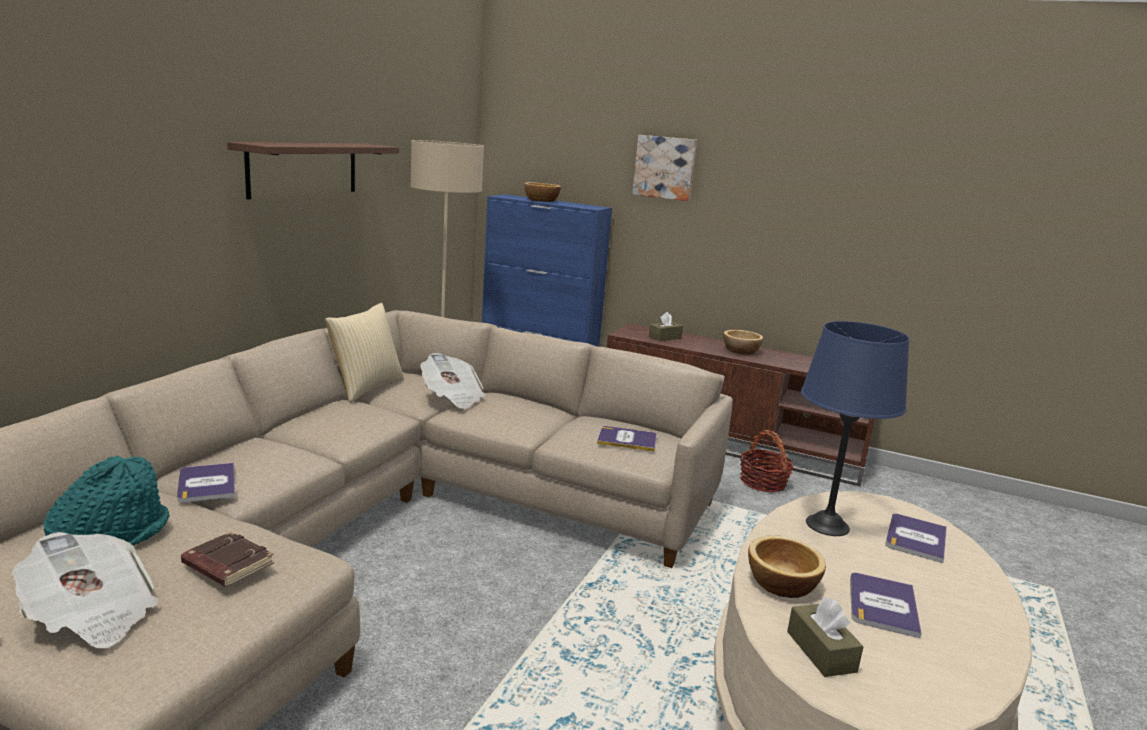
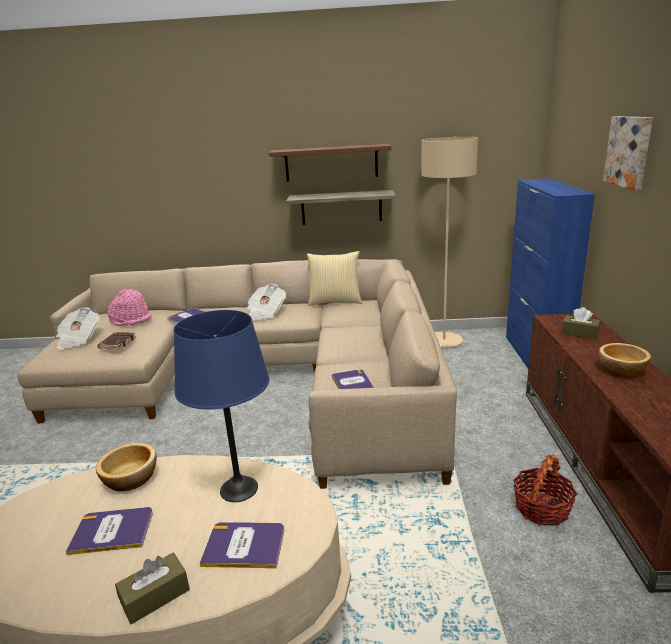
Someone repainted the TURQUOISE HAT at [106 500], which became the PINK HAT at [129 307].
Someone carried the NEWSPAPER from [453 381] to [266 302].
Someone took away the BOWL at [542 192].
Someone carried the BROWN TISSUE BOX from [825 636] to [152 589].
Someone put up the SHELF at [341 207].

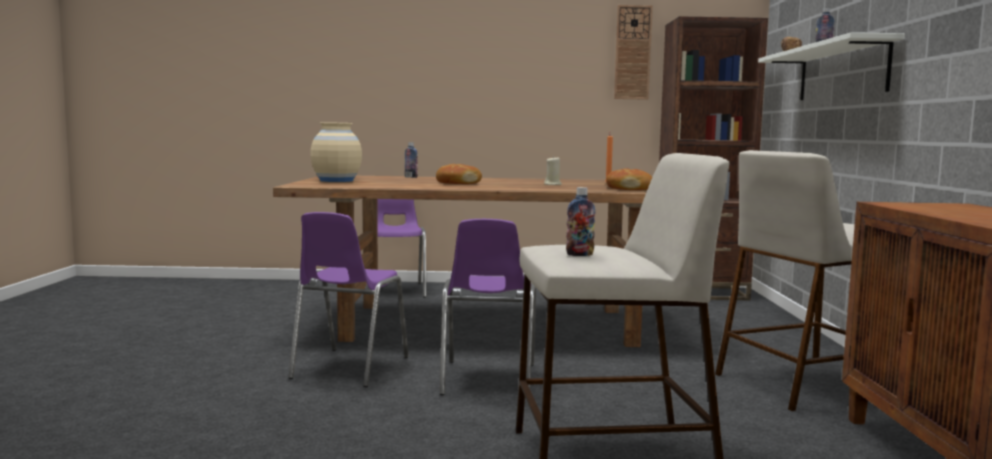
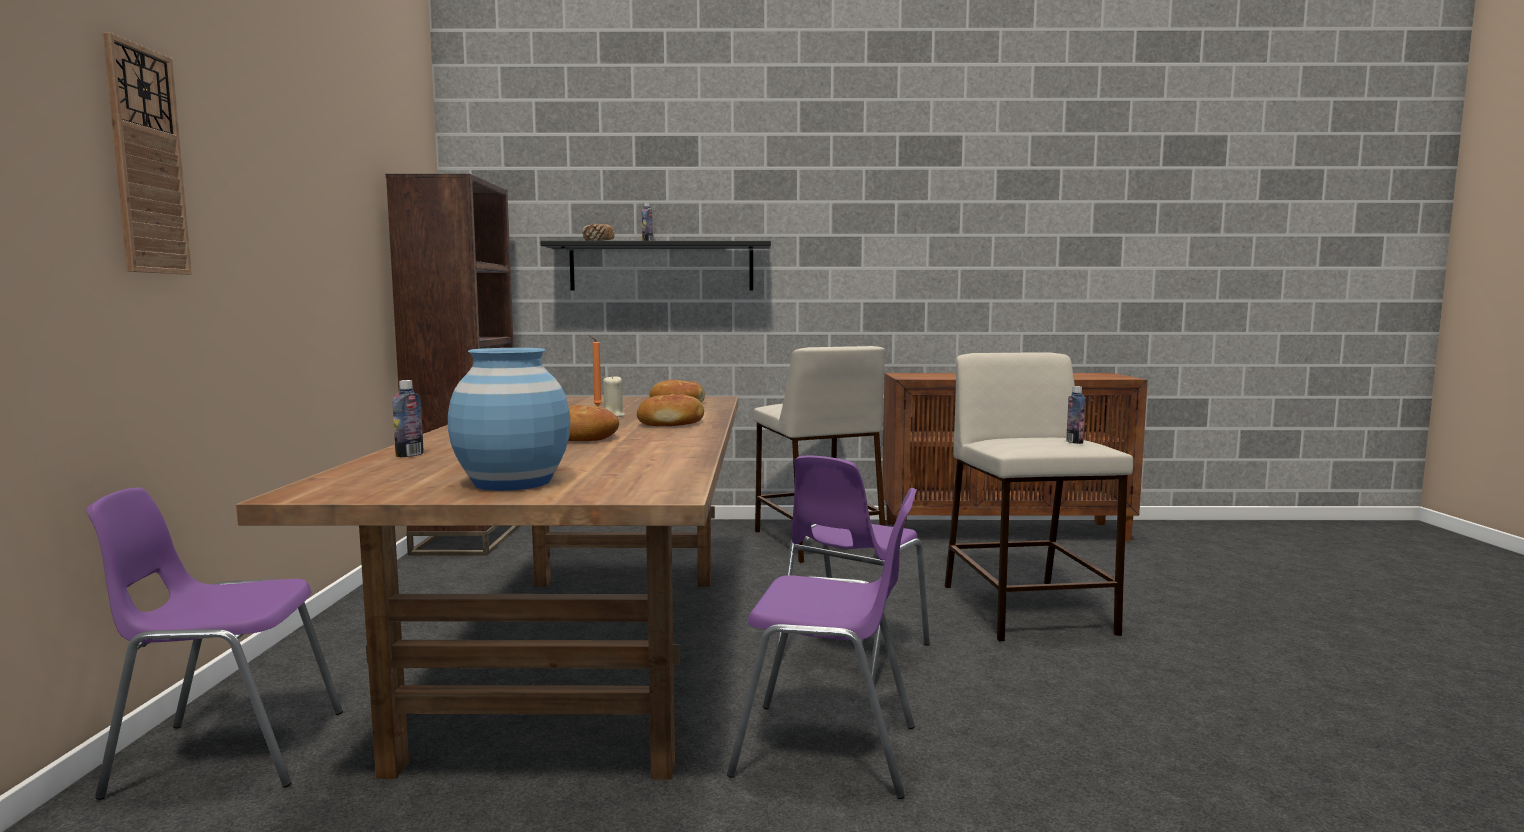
Someone repainted the BEIGE VASE at [336 152], which became the BLUE VASE at [509 419].
Someone rotated the PURPLE CHAIR at [488 307] by 120 degrees clockwise.
Someone carried the WALL CLOCK from [633 52] to [147 154].
Someone repainted the WHITE SHELF at [831 66], which became the BLACK SHELF at [656 266].
Someone put down the BREAD at [670 410].

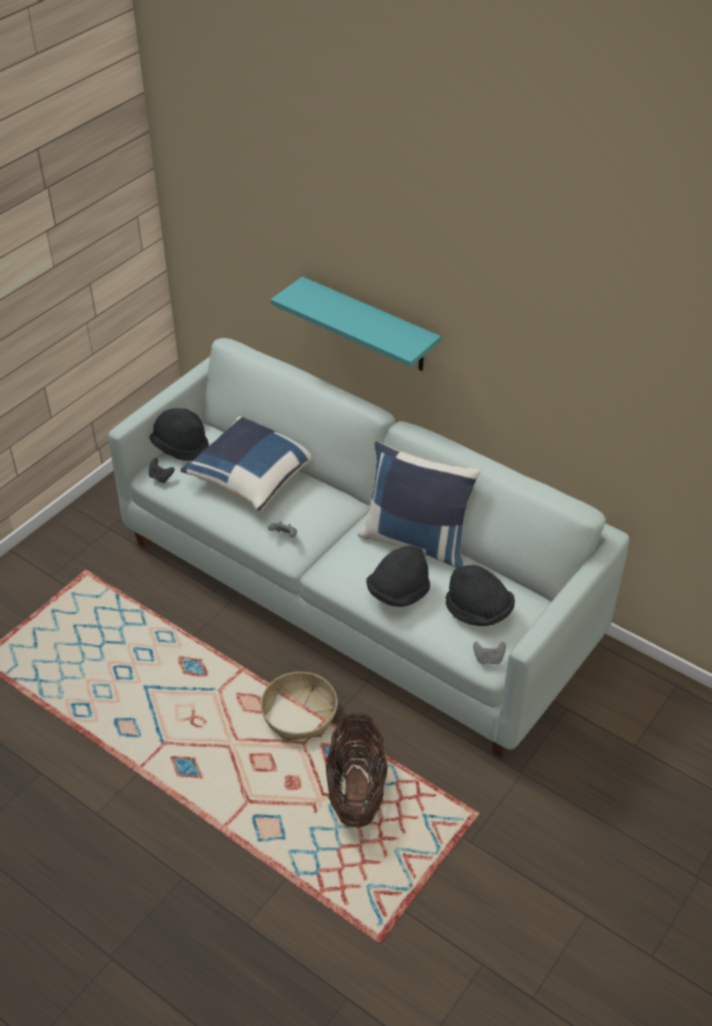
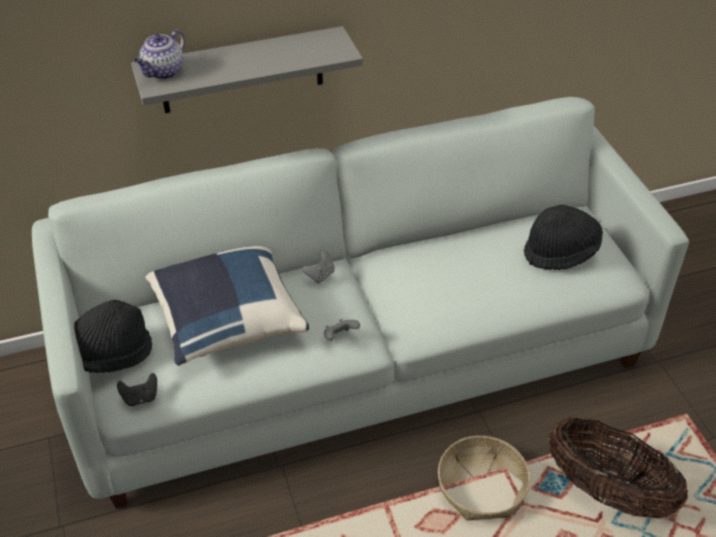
Someone repainted the TURQUOISE SHELF at [356 324], which became the GREY SHELF at [247 69].
Someone took away the BLUE PILLOW at [419 505].
Someone took away the BLACK HAT at [398 576].
Someone carried the GREY GAME CONTROLLER from [489 652] to [318 266].
Someone put down the TEAPOT at [159 54].

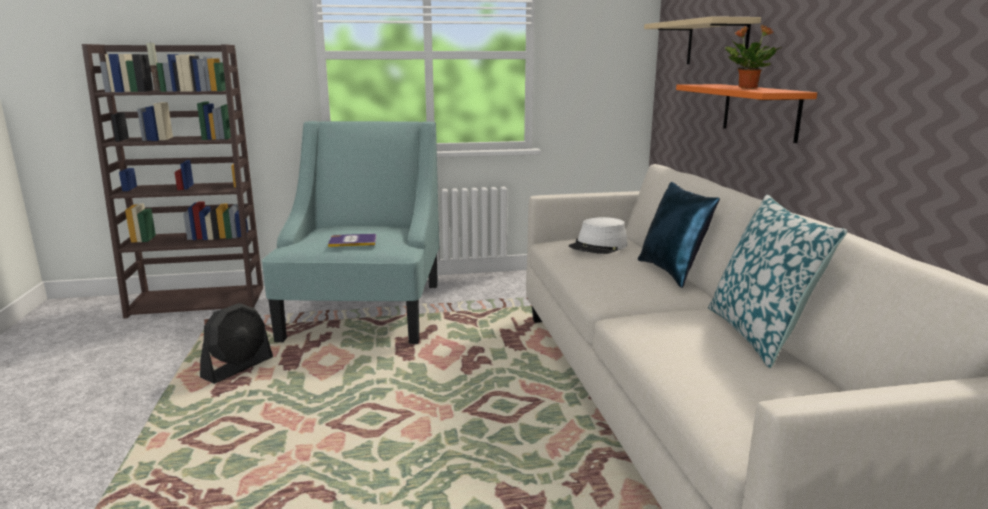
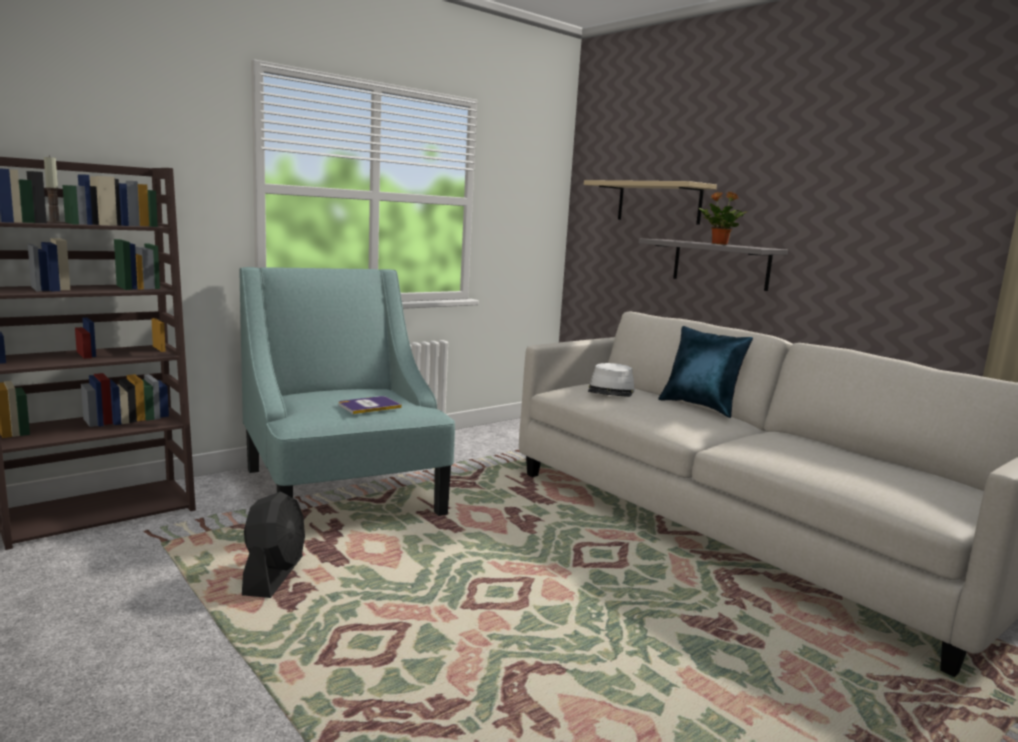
Someone repainted the ORANGE SHELF at [746 113], which became the GREY SHELF at [713 265].
Someone took away the PILLOW at [777 281].

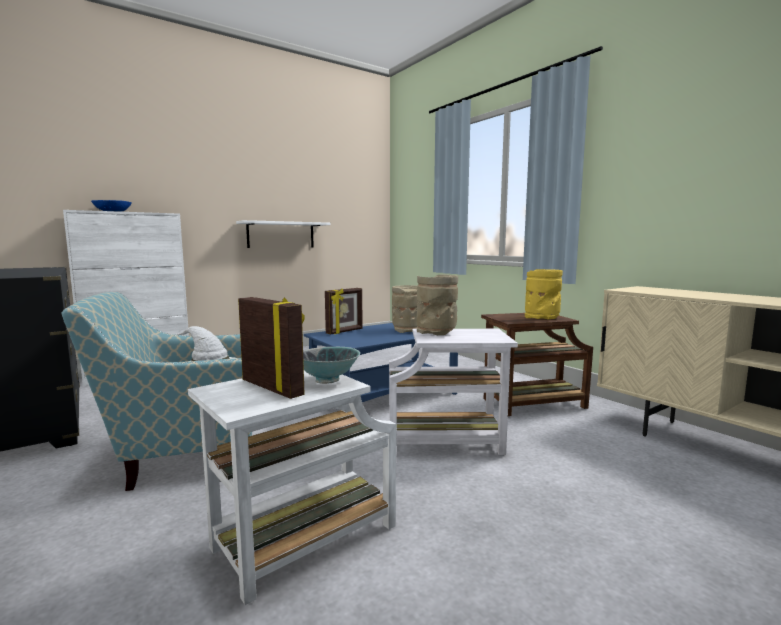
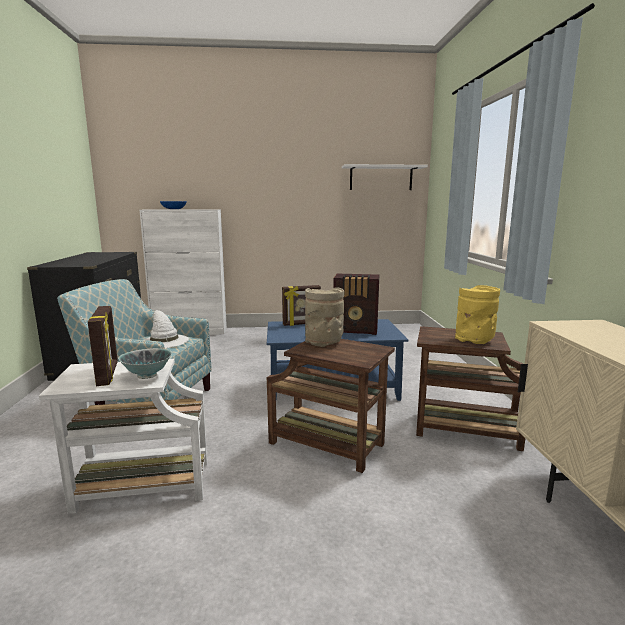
Someone carried the WHITE SHELF from [283 234] to [385 177].
Someone repainted the WHITE SIDE TABLE at [453 392], which became the BROWN SIDE TABLE at [331 406].
Someone swapped the BEIGE VASE at [405 309] for the RADIO at [356 304].

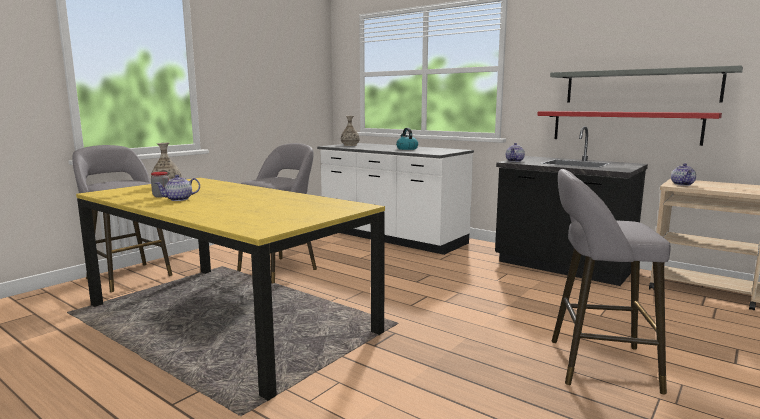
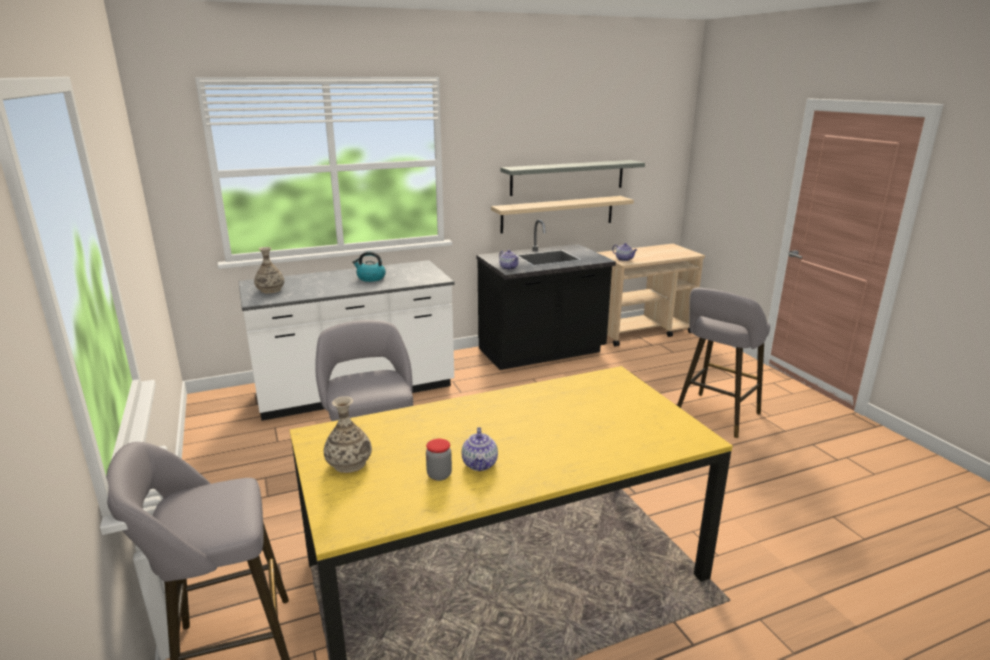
Someone repainted the RED SHELF at [629 128], which became the BEIGE SHELF at [562 214].

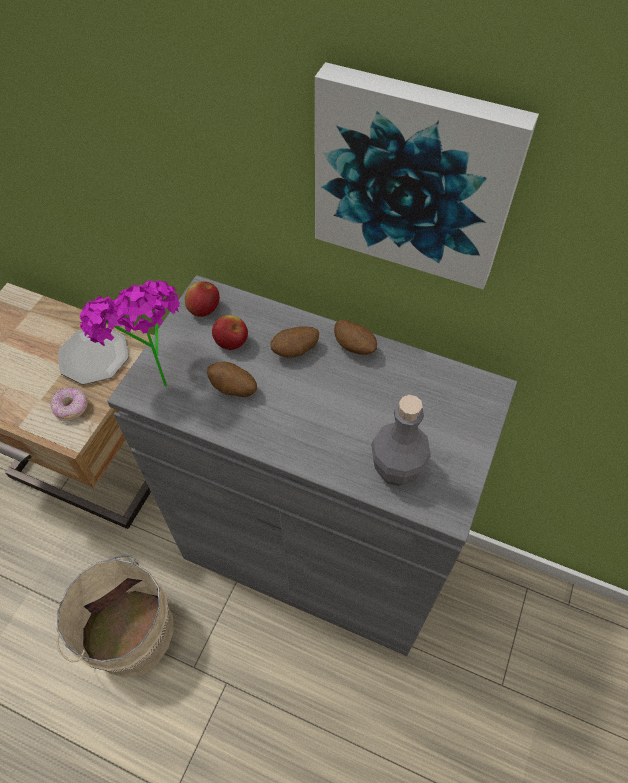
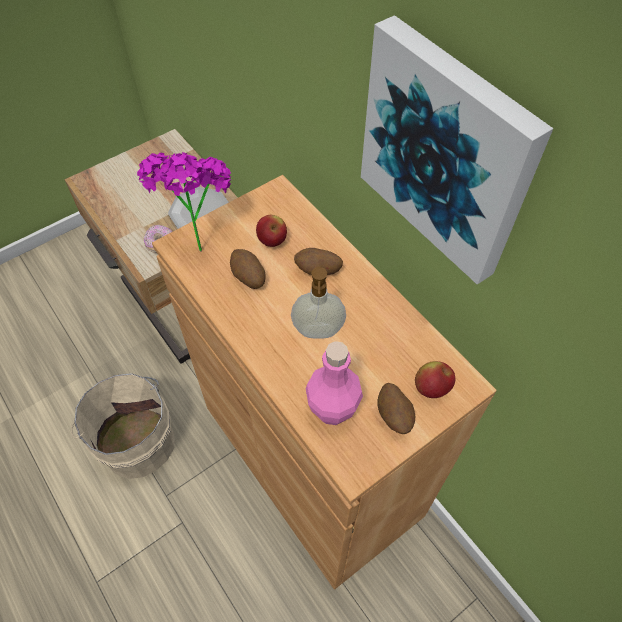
Someone repainted the GREY CABINET at [312 465], which became the BROWN CABINET at [324 382].
Someone carried the APPLE from [202 299] to [435 379].
Someone carried the POTATO from [355 337] to [396 408].
Someone repainted the GREY BOTTLE at [400 440], which became the PINK BOTTLE at [334 383].
Someone put down the SOAP DISPENSER at [318 303].

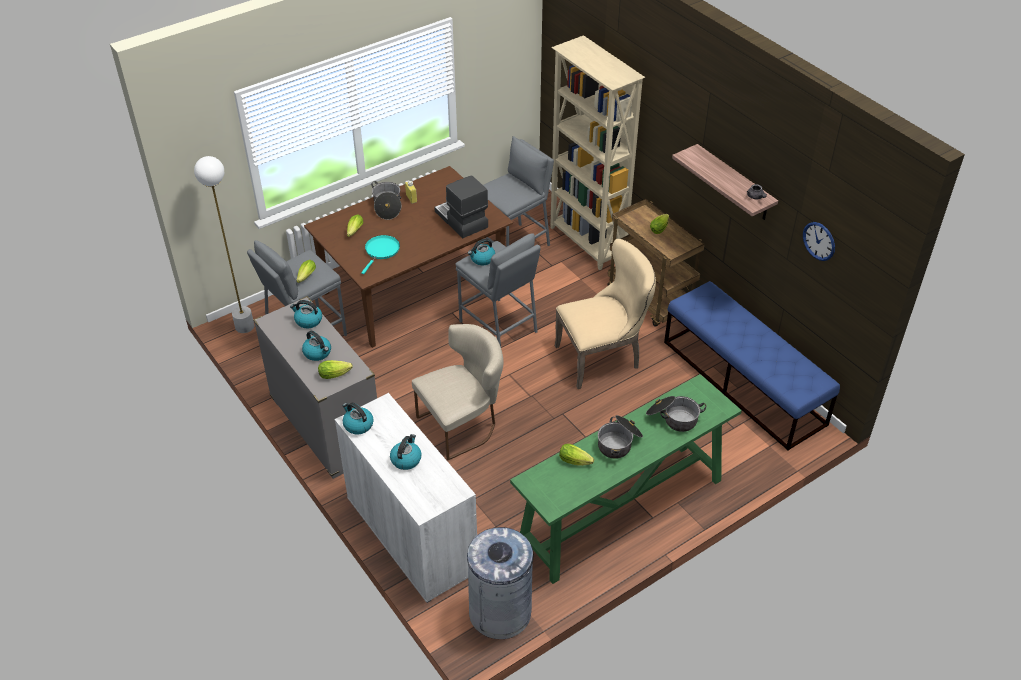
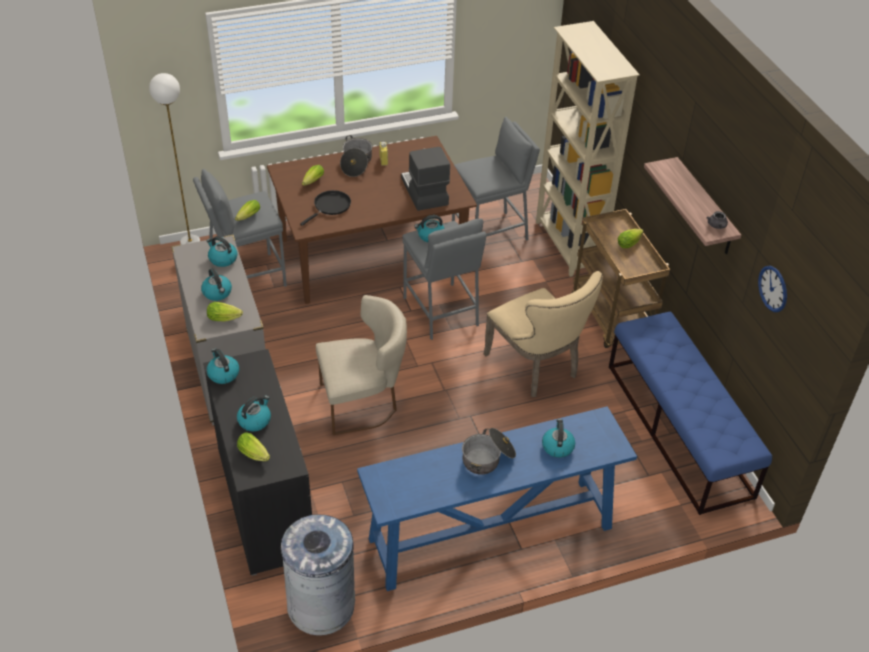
Someone repainted the WHITE CABINET at [406 498], which became the BLACK CABINET at [257 462].
Someone repainted the TURQUOISE FRYING PAN at [380 254], which became the BLACK FRYING PAN at [325 208].
Someone repainted the GREEN CONSOLE TABLE at [626 479], which became the BLUE CONSOLE TABLE at [497 498].
Someone rotated the BEIGE CHAIR at [605 314] by 60 degrees clockwise.
Someone carried the LETTUCE from [576 455] to [253 447].
Someone swapped the COOKING POT at [676 414] for the KETTLE at [558 438].

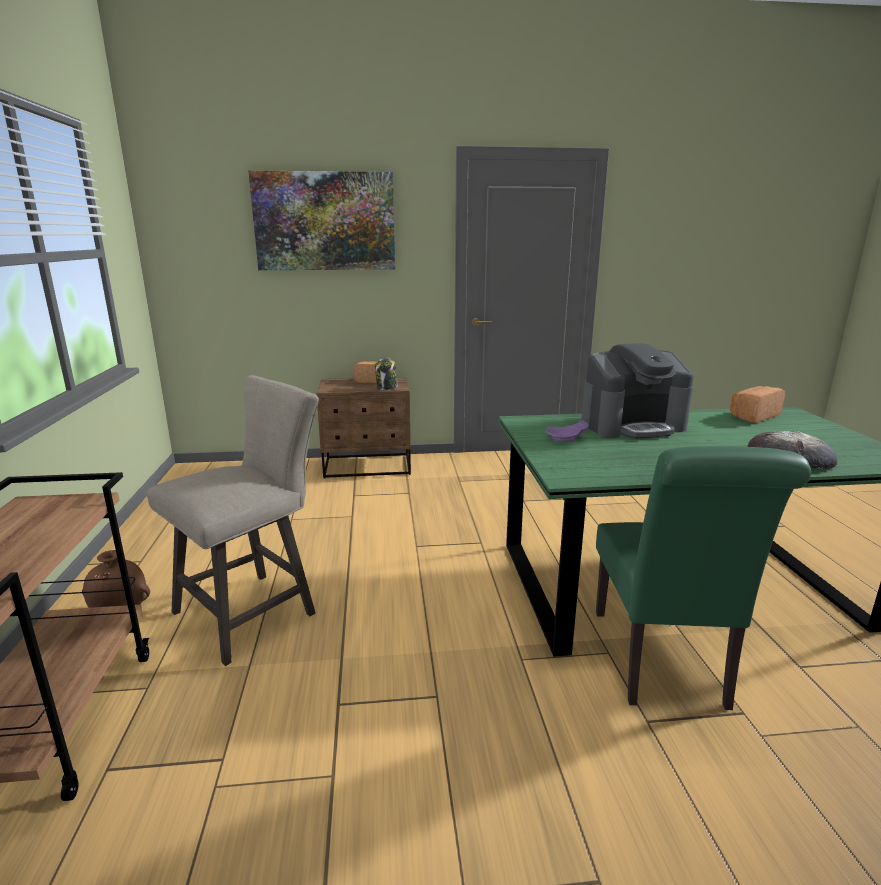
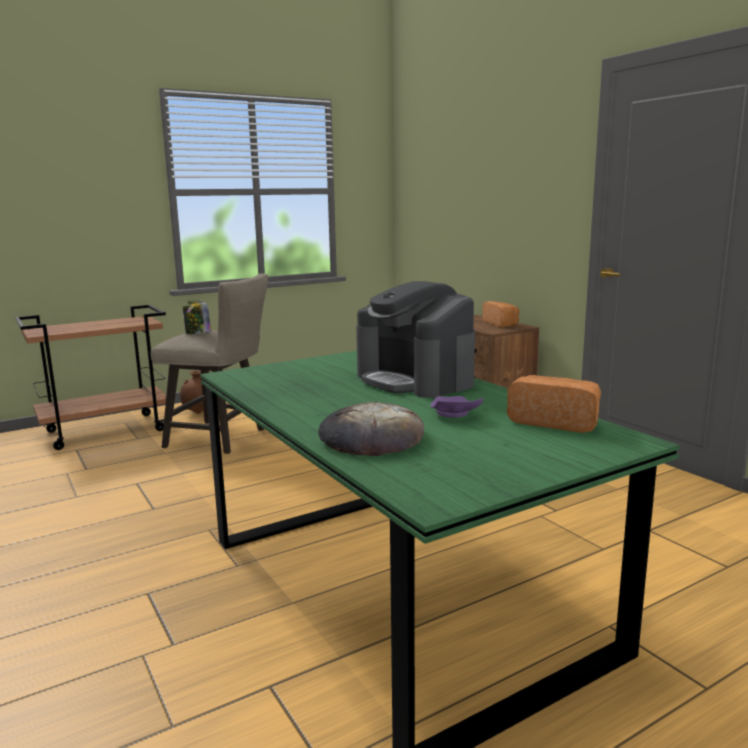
Someone took away the PICTURE at [321 220].
Someone carried the JAR from [386 374] to [197 317].
Someone carried the PURPLE PLATE from [567 431] to [456 407].
Someone took away the GREEN CHAIR at [703 578].

